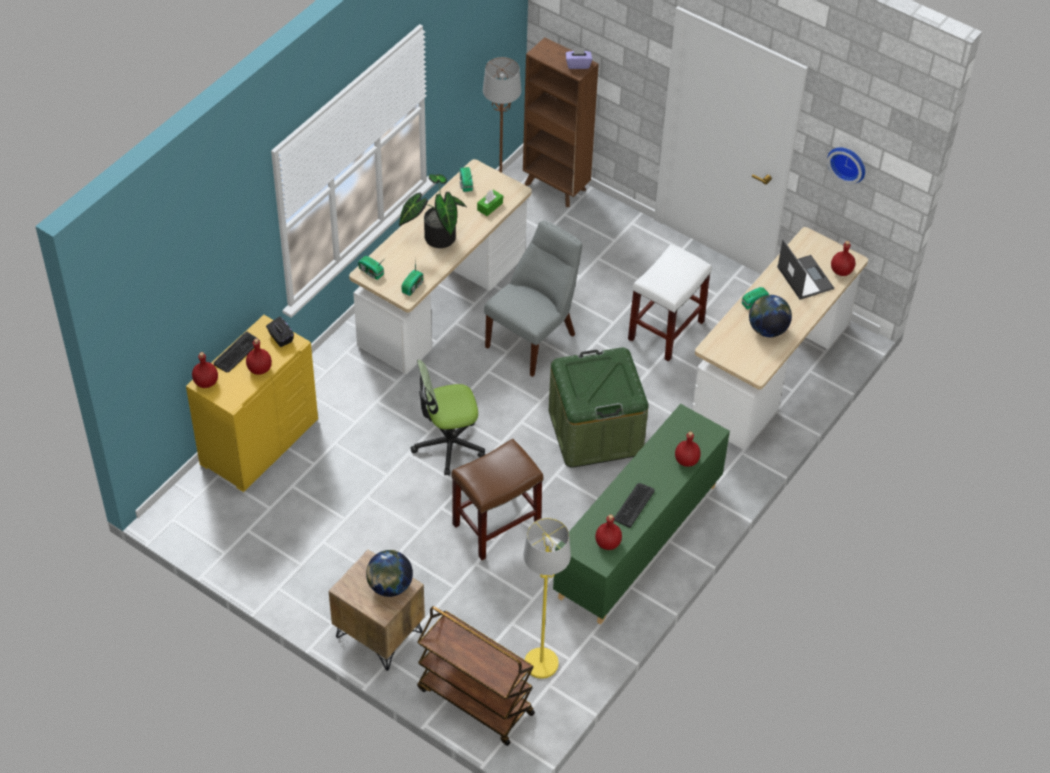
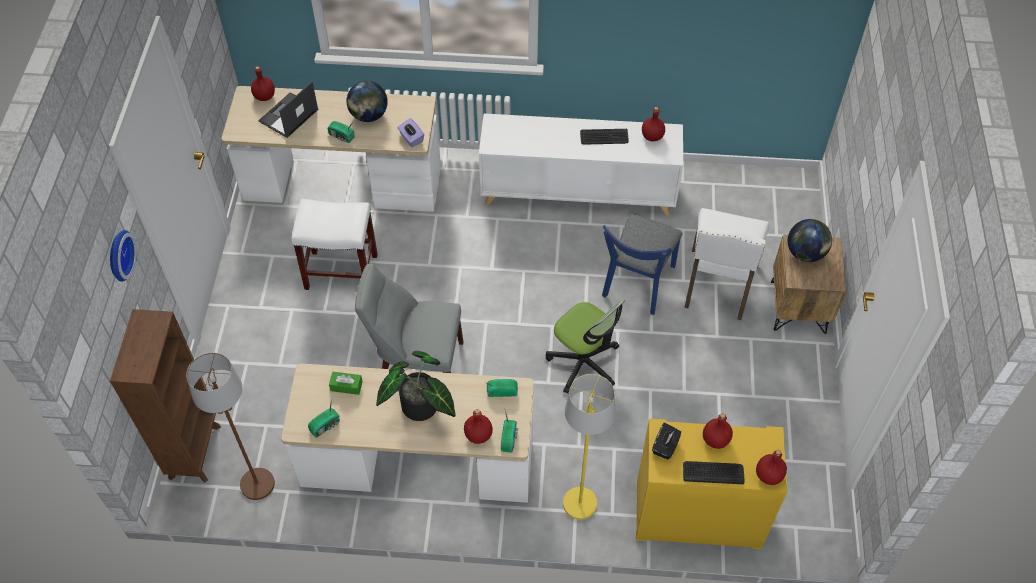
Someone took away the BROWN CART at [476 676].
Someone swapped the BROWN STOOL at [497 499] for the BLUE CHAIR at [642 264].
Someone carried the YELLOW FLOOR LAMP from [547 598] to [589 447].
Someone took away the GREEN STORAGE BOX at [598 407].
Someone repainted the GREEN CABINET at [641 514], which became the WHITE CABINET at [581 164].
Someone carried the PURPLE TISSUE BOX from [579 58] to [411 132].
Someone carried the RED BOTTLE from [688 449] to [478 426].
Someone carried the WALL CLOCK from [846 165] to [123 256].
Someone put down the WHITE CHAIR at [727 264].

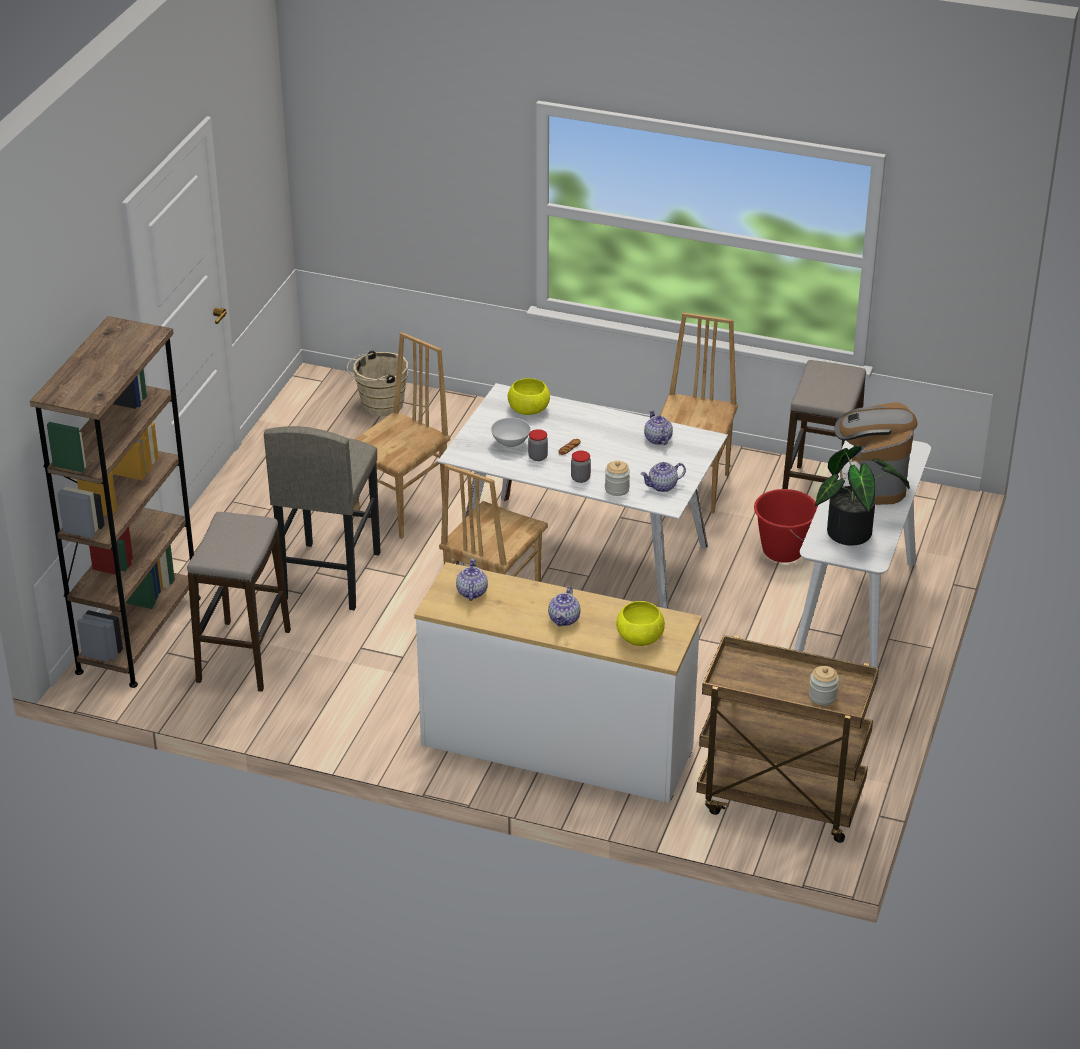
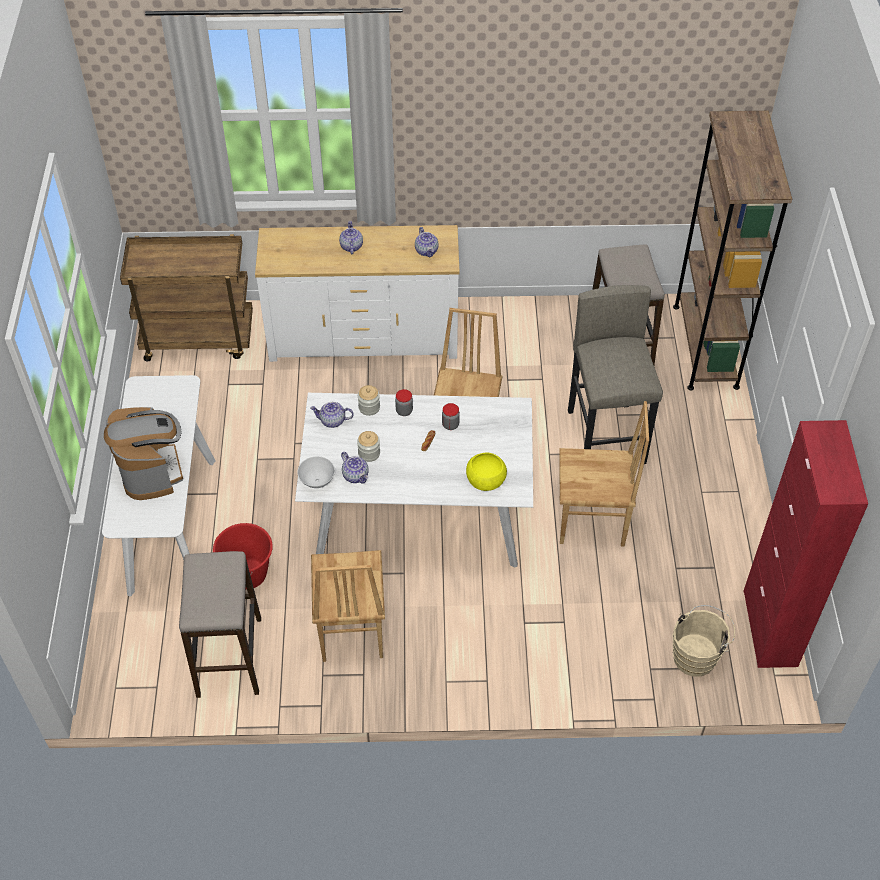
Someone rotated the BROWN CHAIR at [402 435] by 105 degrees counterclockwise.
Someone carried the WHITE BOWL from [511 433] to [316 472].
Someone took away the YELLOW BOWL at [640 623].
Someone rotated the TEAPOT at [663 477] by 135 degrees counterclockwise.
Someone carried the JAR from [824 685] to [368 446].
Someone took away the POTTED PLANT at [862 495].
Someone put down the RED CABINET at [806 544].

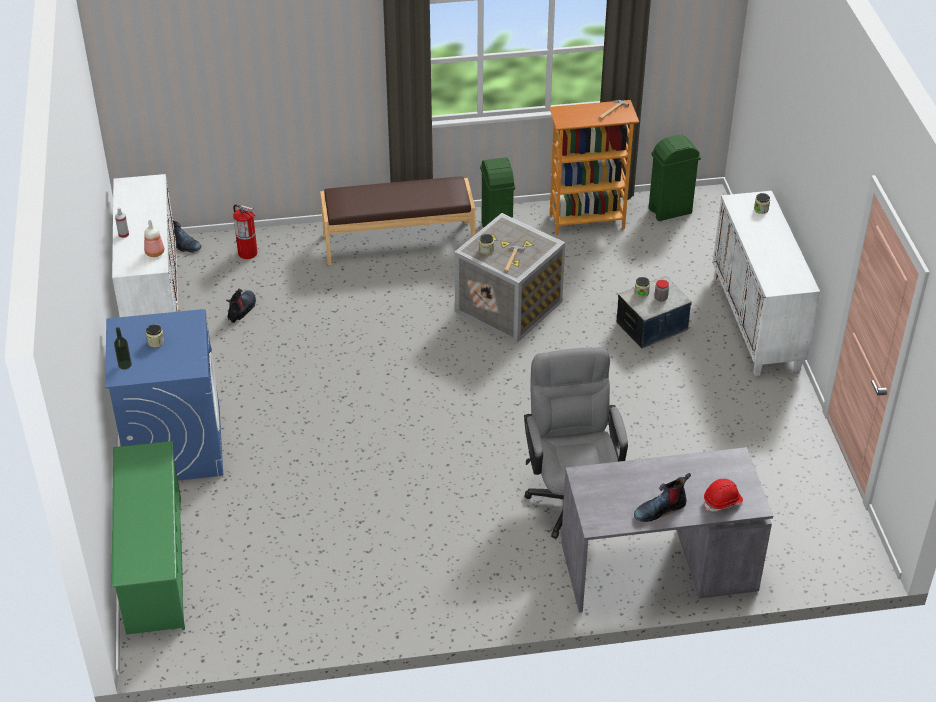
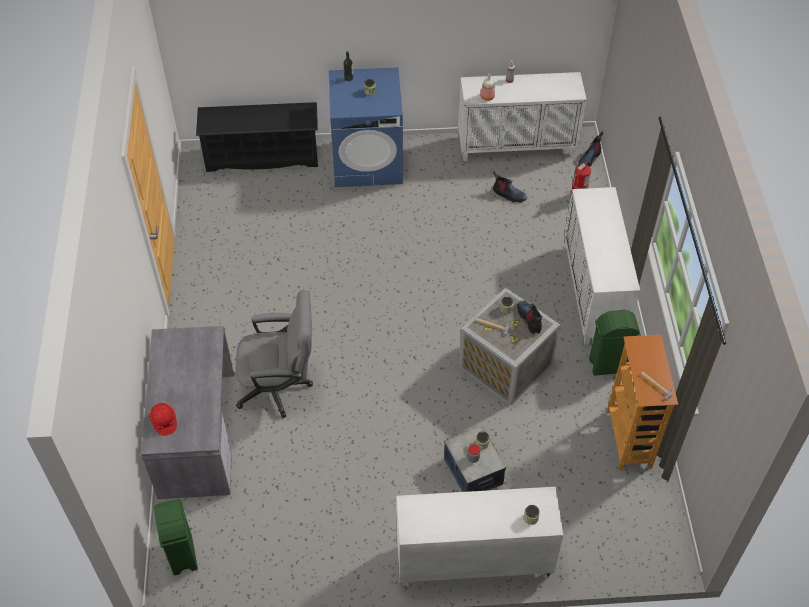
Someone repainted the GREEN SHOE RACK at [148 538], which became the BLACK SHOE RACK at [257 137].
Someone swapped the BROWN BENCH at [397 220] for the WHITE CABINET at [602 266].
Someone carried the BOOT from [662 497] to [529 317].
Someone carried the GREEN TRASH CAN from [675 178] to [176 537].

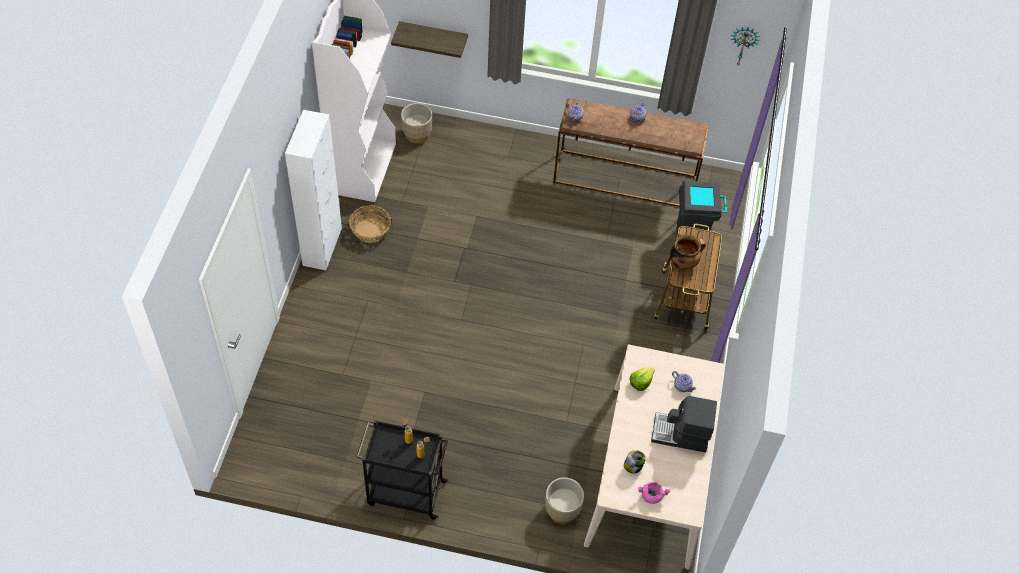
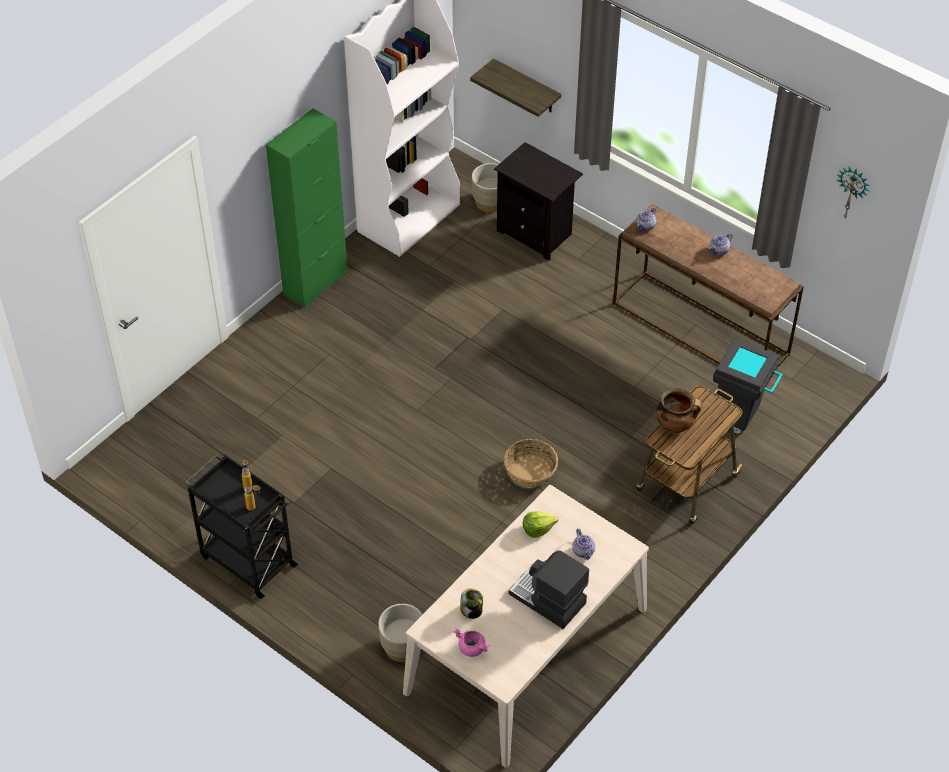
Someone repainted the WHITE CABINET at [313 190], which became the GREEN CABINET at [307 208].
Someone carried the BASKET from [370 224] to [531 463].
Someone put down the BLACK NIGHTSTAND at [538 201].

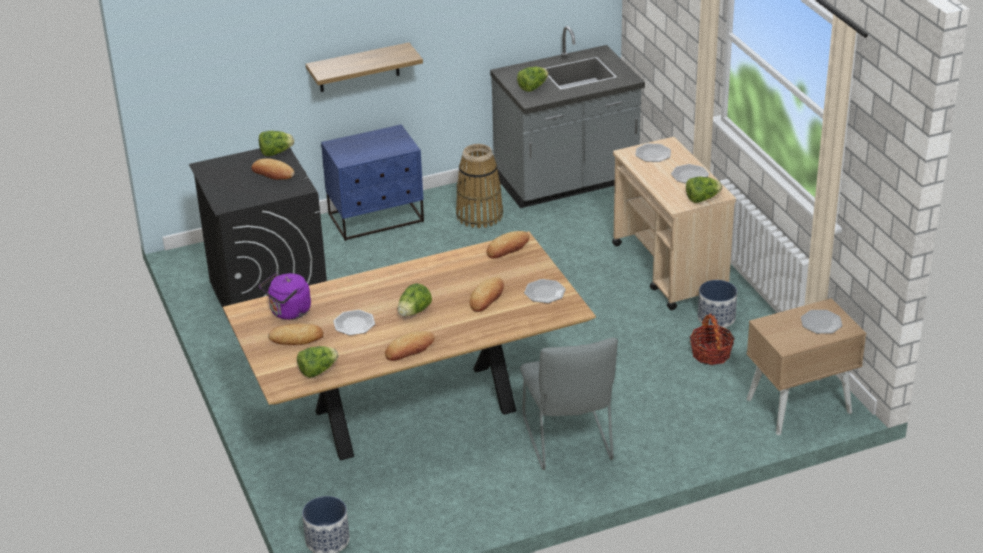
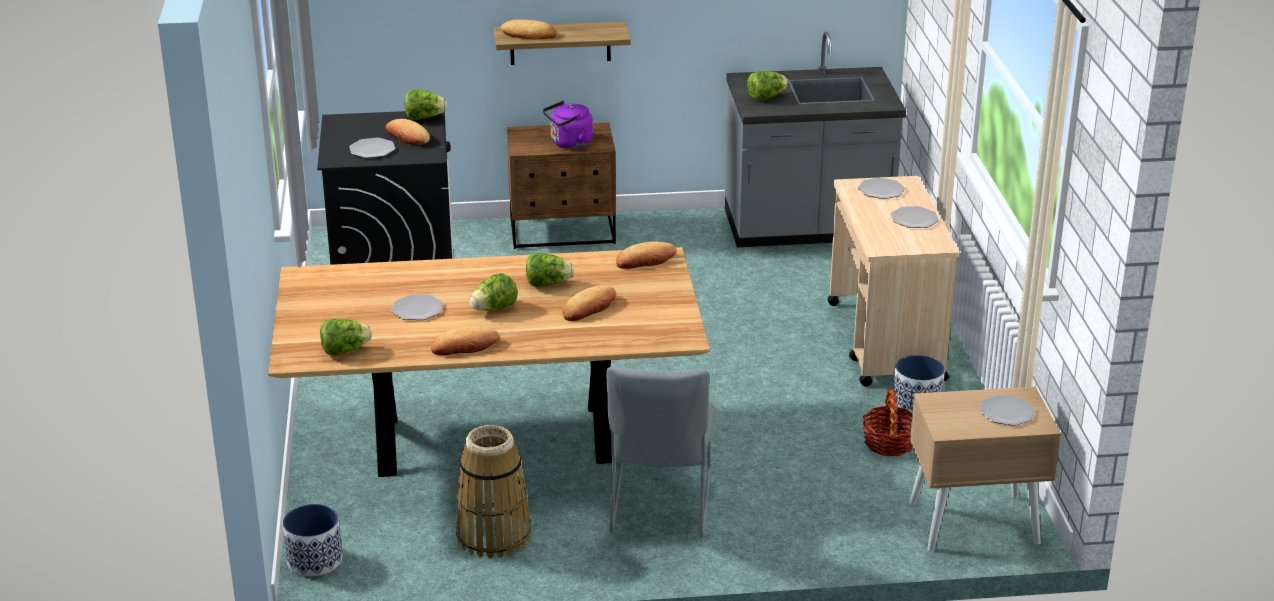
Someone carried the PURPLE KETTLE from [285 296] to [568 125].
Someone carried the BREAD from [295 334] to [528 29].
Someone repainted the BLUE NIGHTSTAND at [372 182], which became the BROWN NIGHTSTAND at [561 186].
Someone carried the BASKET from [479 186] to [493 492].
Someone carried the PLATE from [545 291] to [372 148].
Someone carried the LETTUCE from [704 190] to [550 270].

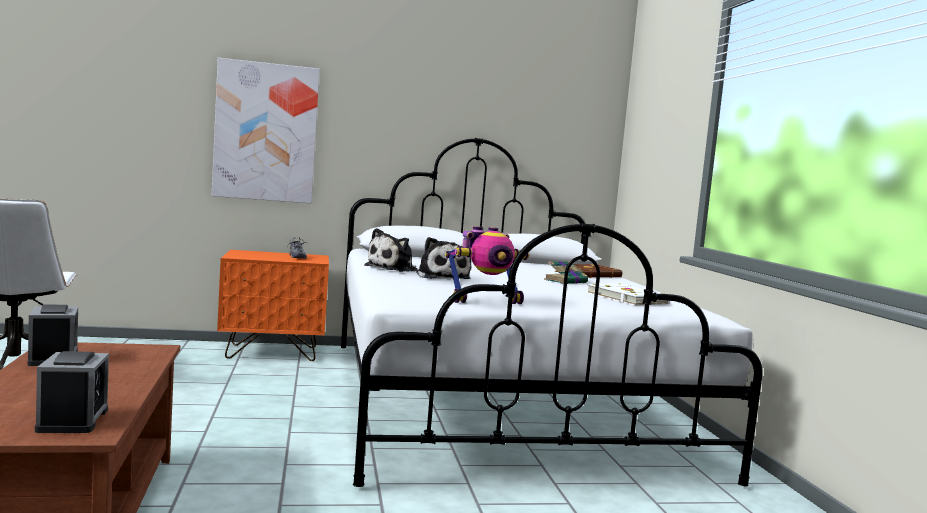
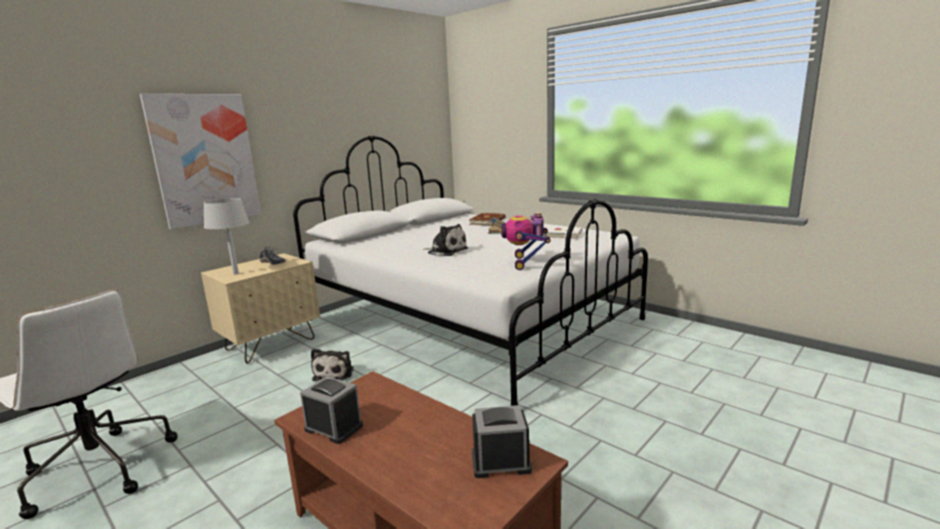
Someone rotated the ALARM CLOCK at [72 392] by 45 degrees counterclockwise.
Someone repainted the ORANGE NIGHTSTAND at [273 305], which became the BEIGE NIGHTSTAND at [260 308].
Someone carried the PLUSH TOY from [391 250] to [332 365].
Someone rotated the TOY ROBOT at [487 265] by 150 degrees clockwise.
Someone put down the GREY TABLE LAMP at [227 236].

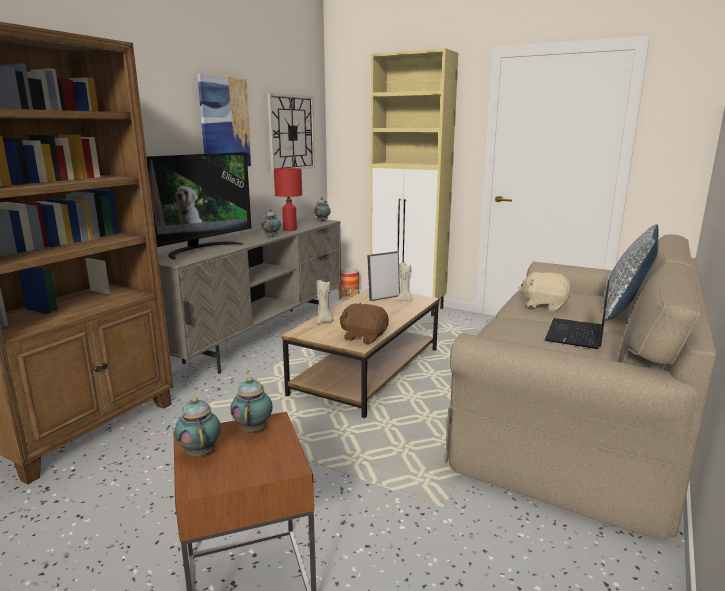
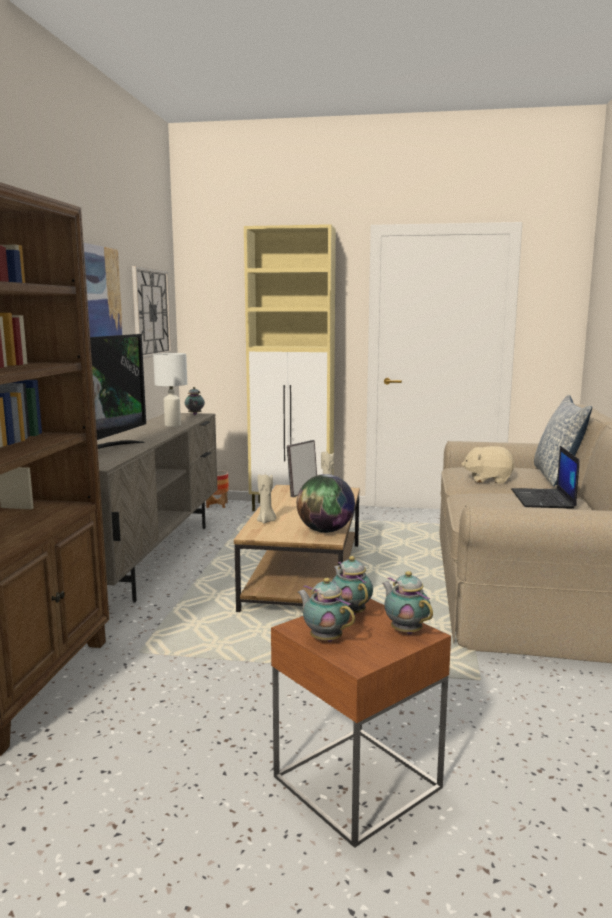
Someone carried the TEAPOT from [271 223] to [407 602].
Someone repainted the RED TABLE LAMP at [288 199], which became the WHITE TABLE LAMP at [170 390].
Someone swapped the BROWN PLUSH TOY at [364 323] for the GLOBE at [326 503].

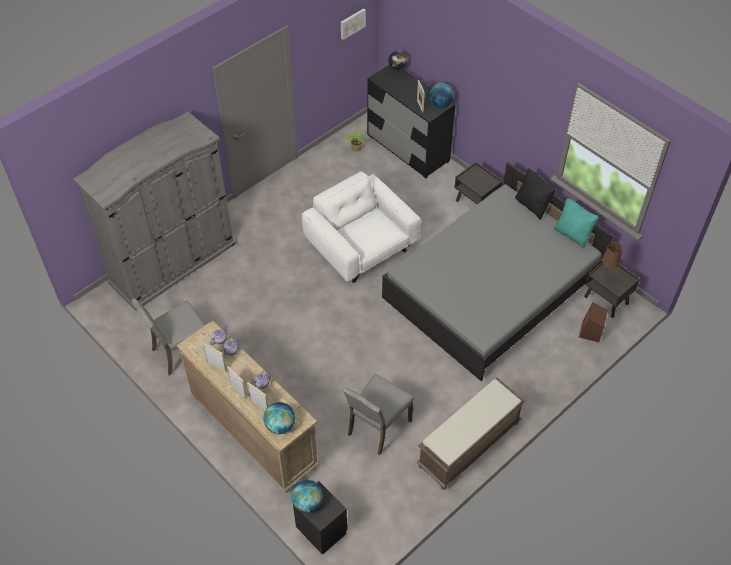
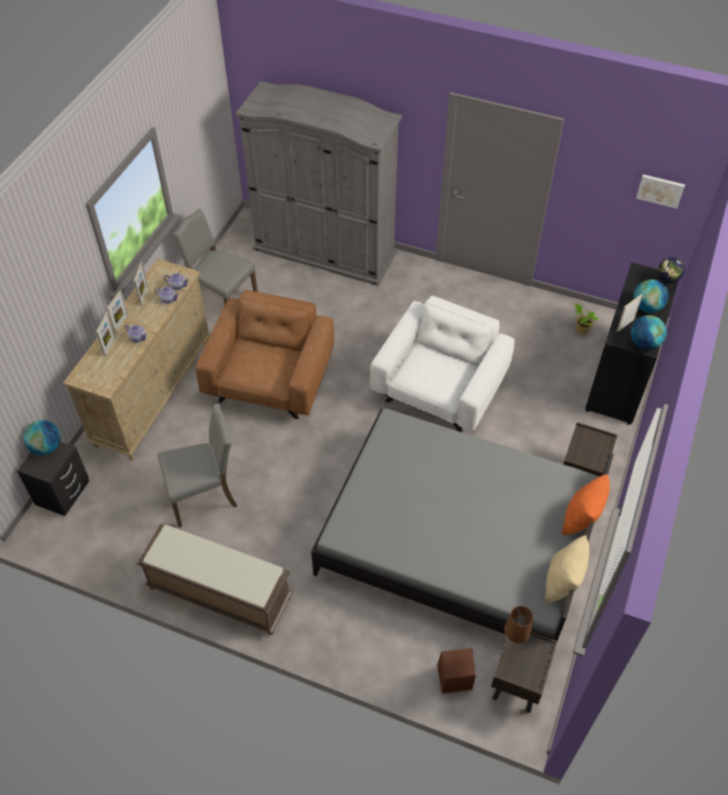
Someone carried the GLOBE from [279 418] to [650 296].
Someone rotated the GREY CHAIR at [378 414] by 150 degrees clockwise.
Someone repainted the BLACK PILLOW at [535 194], which became the ORANGE PILLOW at [586 504].
Someone repainted the TURQUOISE PILLOW at [576 223], which became the BEIGE PILLOW at [567 569].
Someone put down the BROWN ARMCHAIR at [264 354].

